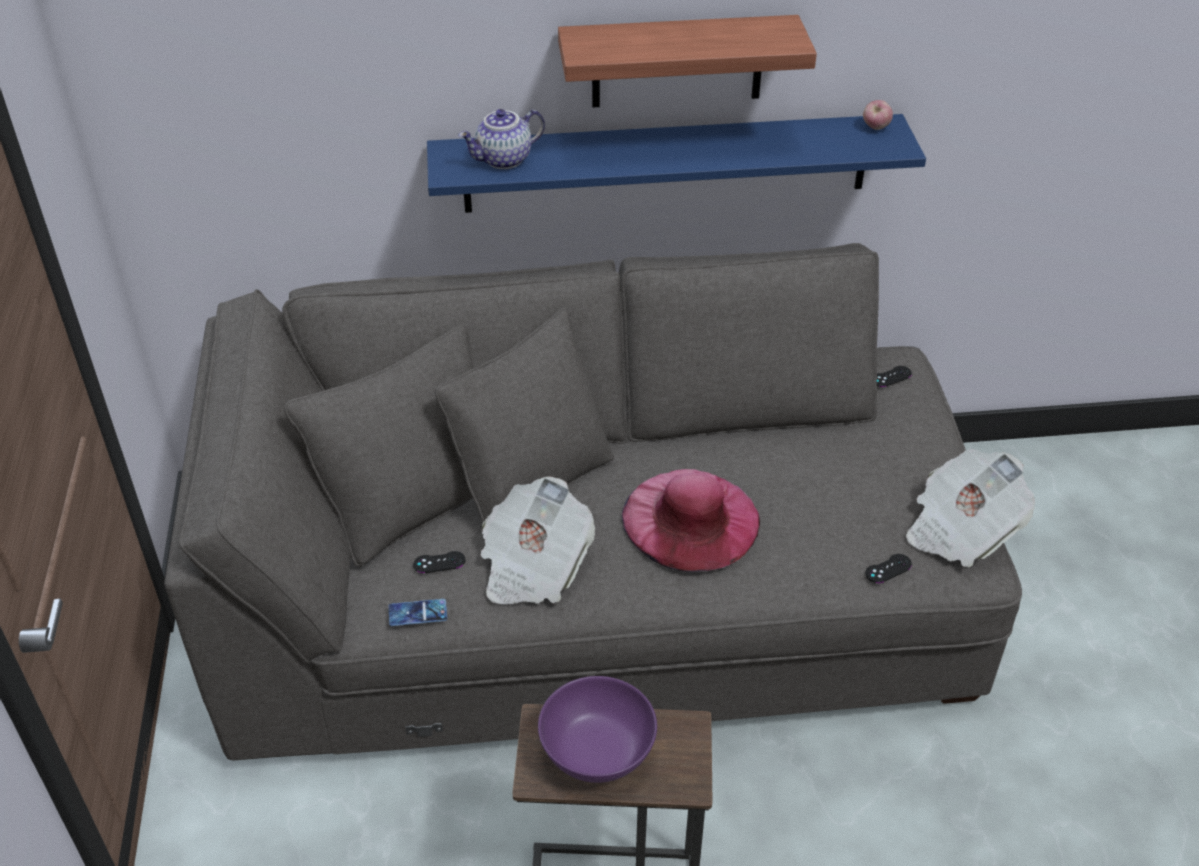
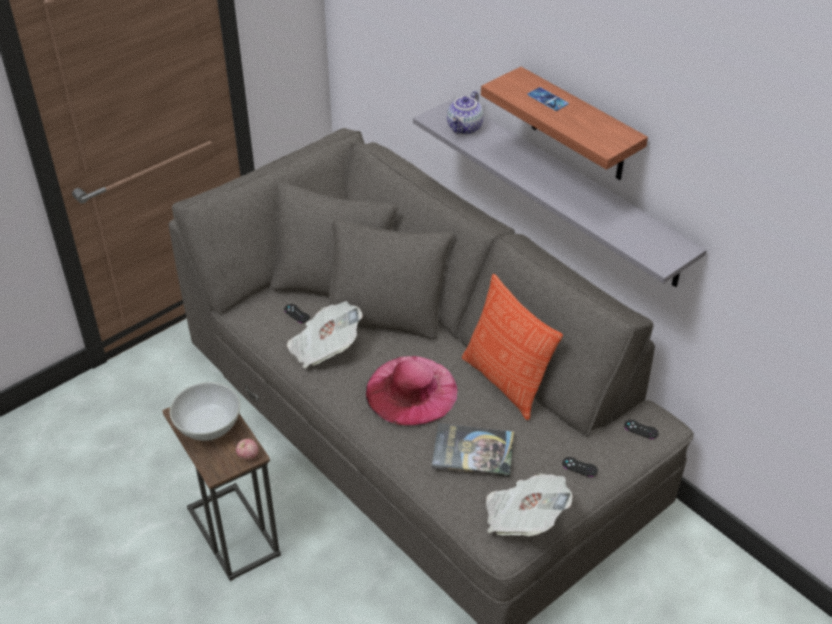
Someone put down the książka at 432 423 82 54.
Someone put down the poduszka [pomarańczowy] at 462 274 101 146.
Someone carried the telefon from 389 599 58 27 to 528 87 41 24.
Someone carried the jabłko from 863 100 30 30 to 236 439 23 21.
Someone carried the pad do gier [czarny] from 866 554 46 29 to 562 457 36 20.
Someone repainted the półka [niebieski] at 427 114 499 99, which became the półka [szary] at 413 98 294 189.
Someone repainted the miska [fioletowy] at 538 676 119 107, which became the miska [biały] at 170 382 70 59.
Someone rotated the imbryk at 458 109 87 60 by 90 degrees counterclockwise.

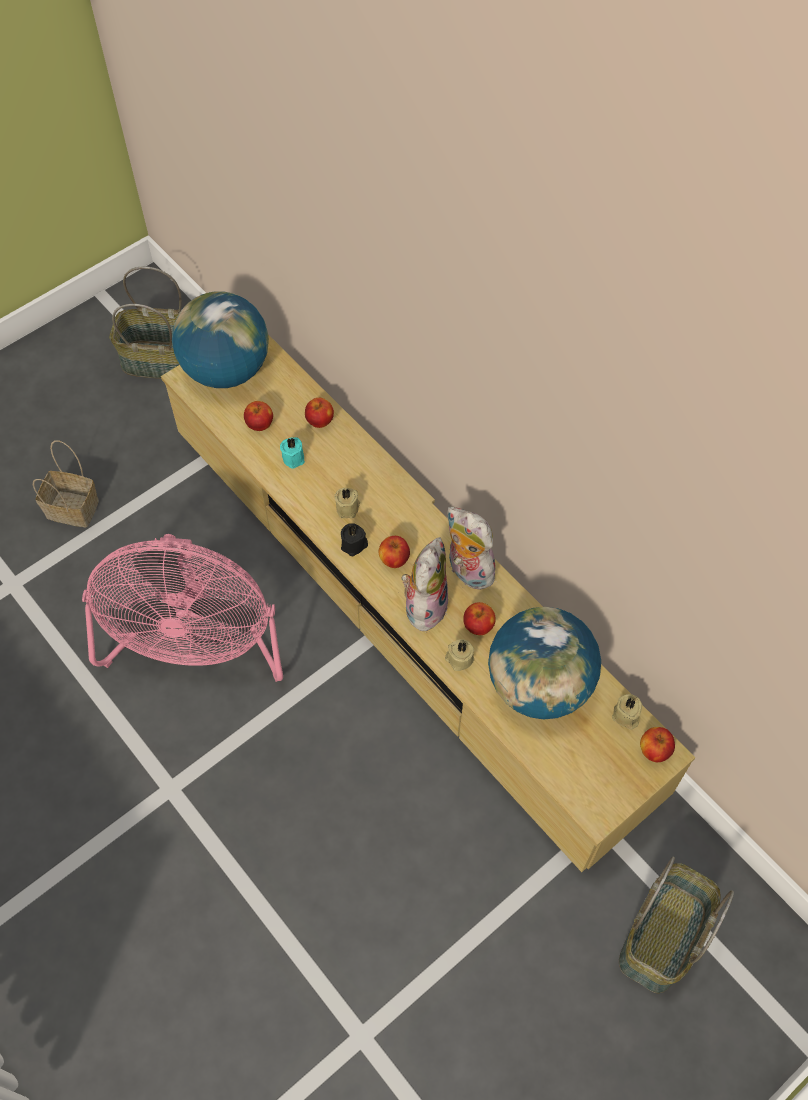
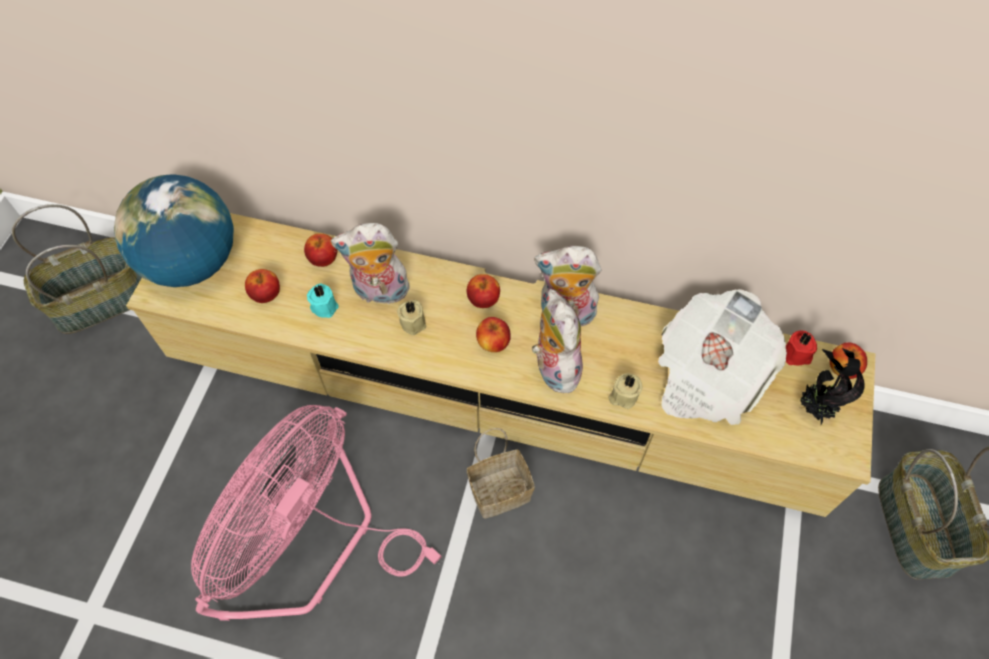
Someone took away the świeca [czarny] at 341 524 27 32.
Someone put down the pluszak at 331 223 81 81.
Someone put down the roślina doniczkowa at 799 348 65 76.
Someone carried the koszyk from 33 440 66 87 to 467 428 68 91.
Someone carried the jabłko from 463 602 33 33 to 467 274 33 34.
Someone swapped the globus at 488 607 113 112 for the gazeta at 658 289 129 136.
Someone repainted the świeca [beżowy] at 612 694 30 36, which became the świeca [czerwony] at 786 331 31 34.
Someone rotated the wentylator [różowy] at 82 534 201 148 by 150 degrees clockwise.

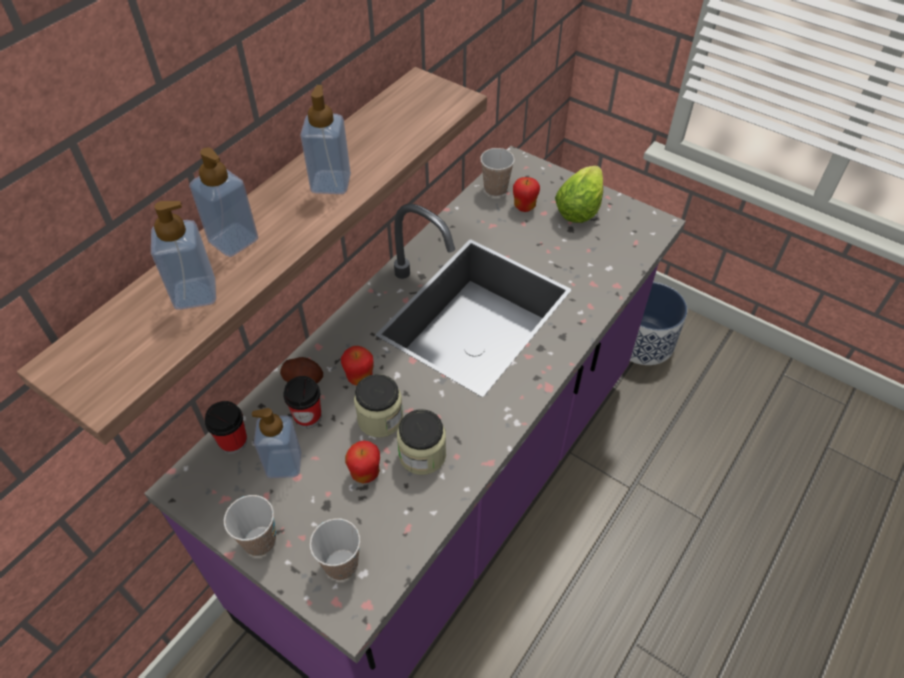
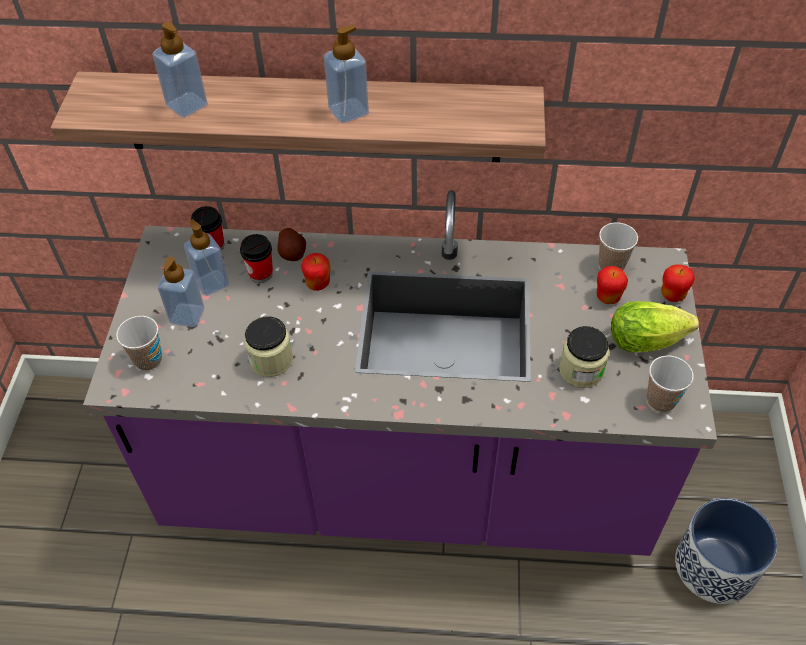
Someone carried the dozownik mydła from 189 147 69 110 to 158 257 46 70.
Someone carried the filiżanka from 224 495 52 61 to 647 355 47 57.
Someone carried the jabłko from 345 441 35 42 to 661 264 34 38.
Someone carried the słoik from 354 374 49 64 to 559 326 50 62.

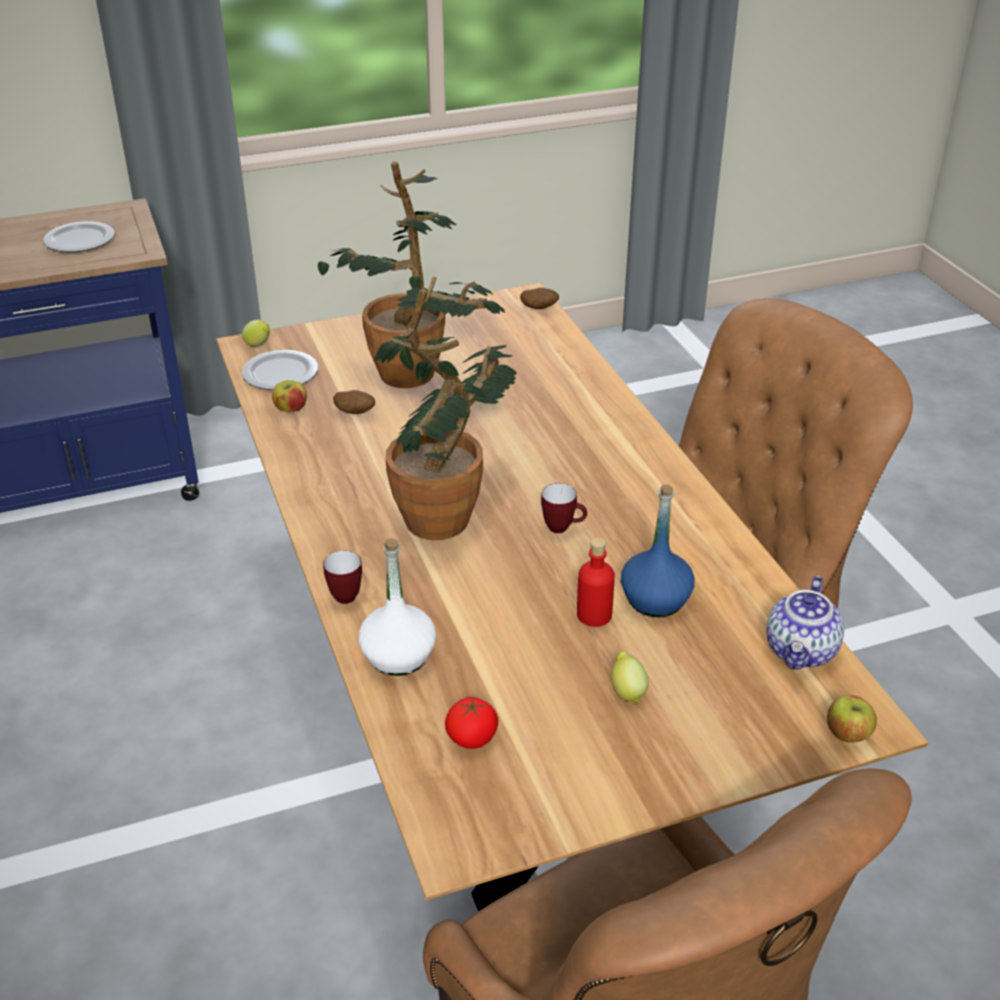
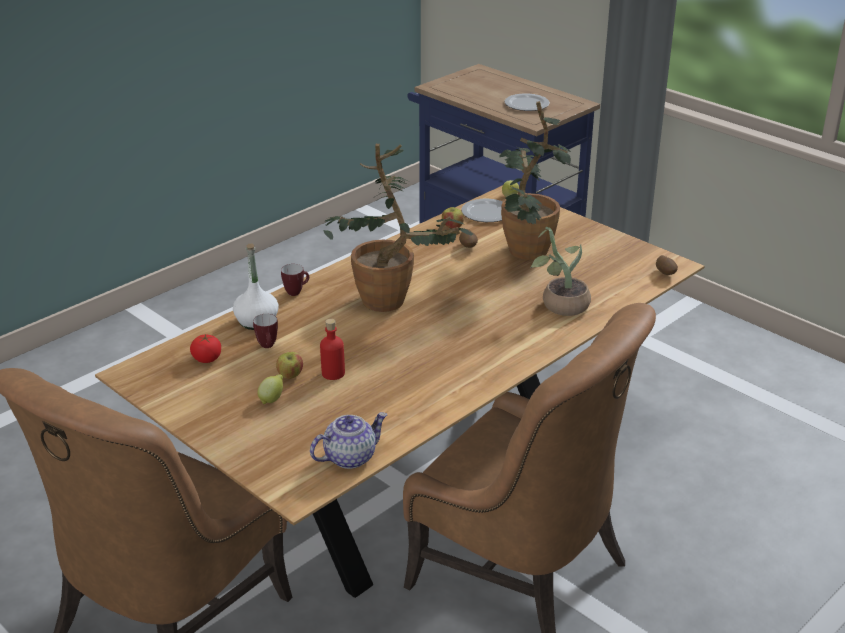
Someone took away the butelka [niebieski] at 621 484 74 133.
Someone put down the roślina doniczkowa at 530 227 61 89.
Someone carried the kubek from 541 483 46 50 to 253 314 25 34.
Someone carried the jabłko from 827 695 50 48 to 276 352 27 27.
Someone rotated the imbryk at 767 576 77 93 by 150 degrees clockwise.

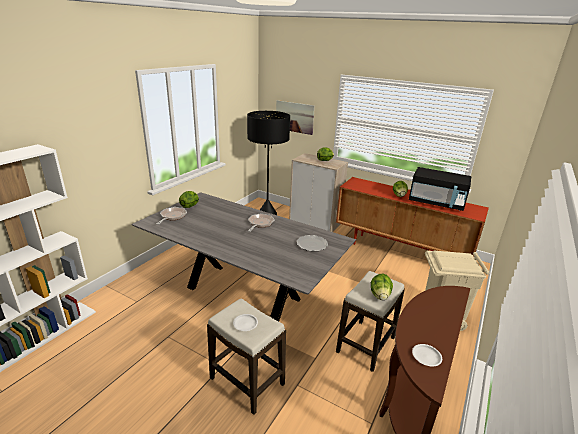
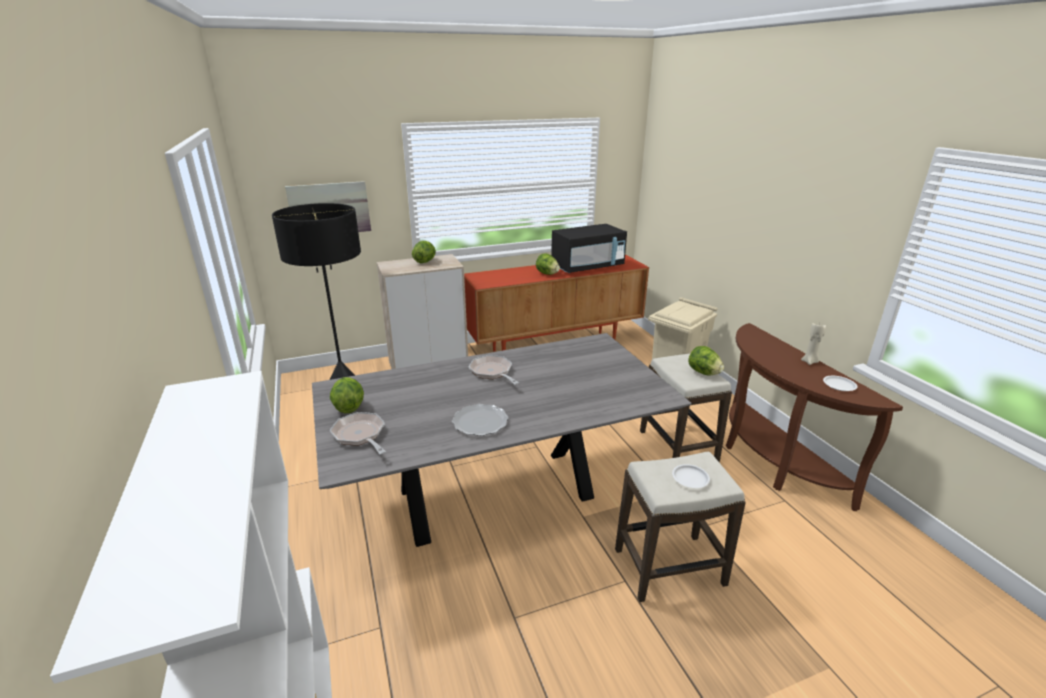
Someone put down the świeca [beżowy] at 801 323 25 42.
Someone carried the talerz from 297 235 31 16 to 452 404 57 32.

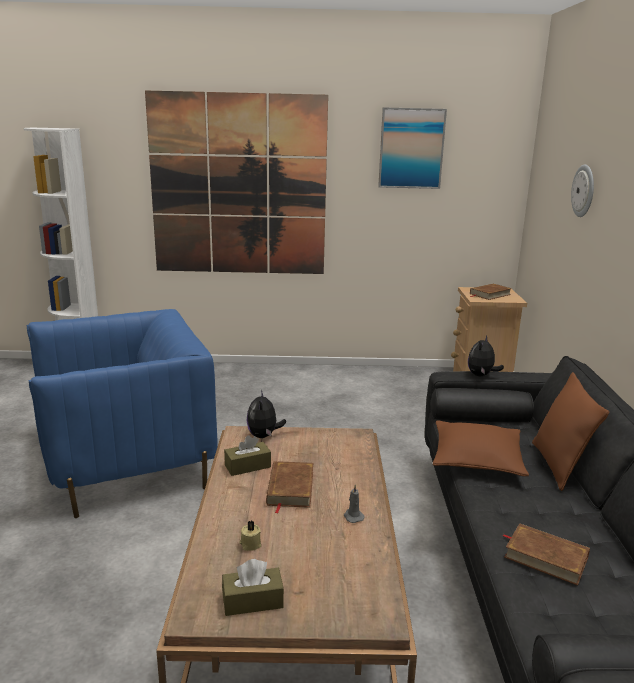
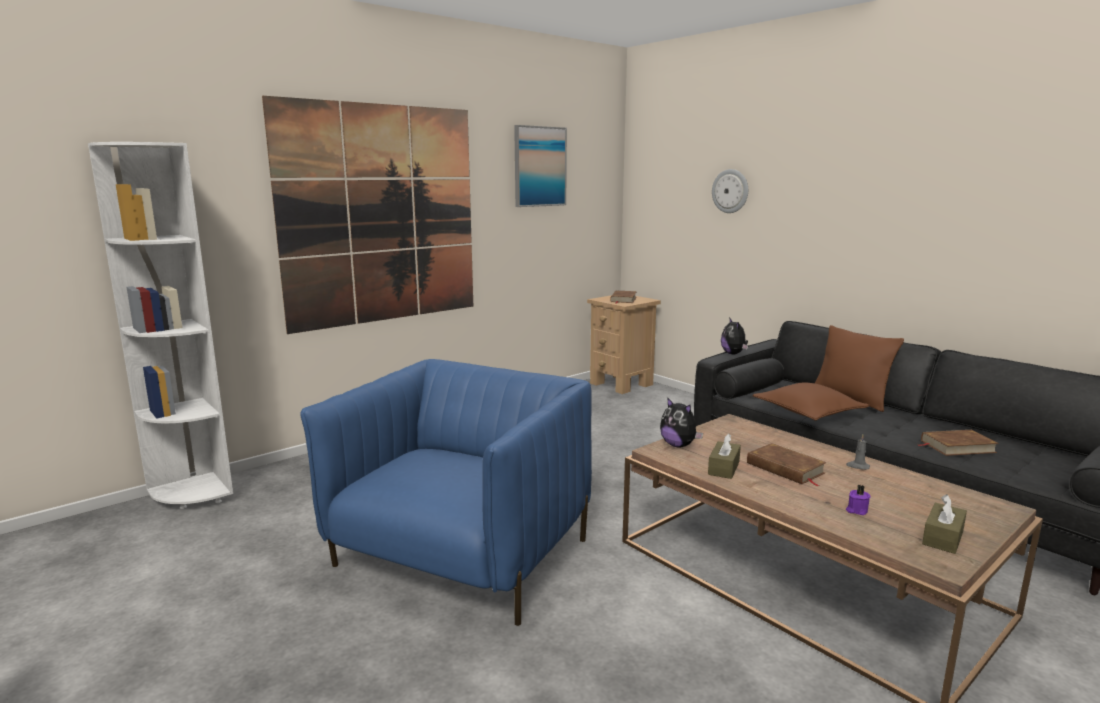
Someone repainted the świeca [beżowy] at 239 520 23 31, which became the świeca [fioletowy] at 846 485 25 30.

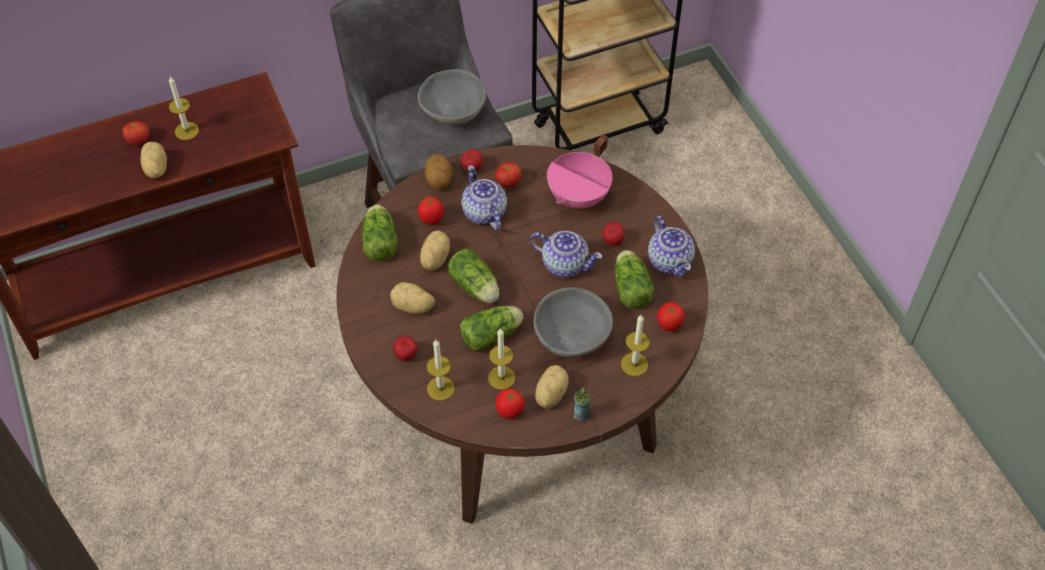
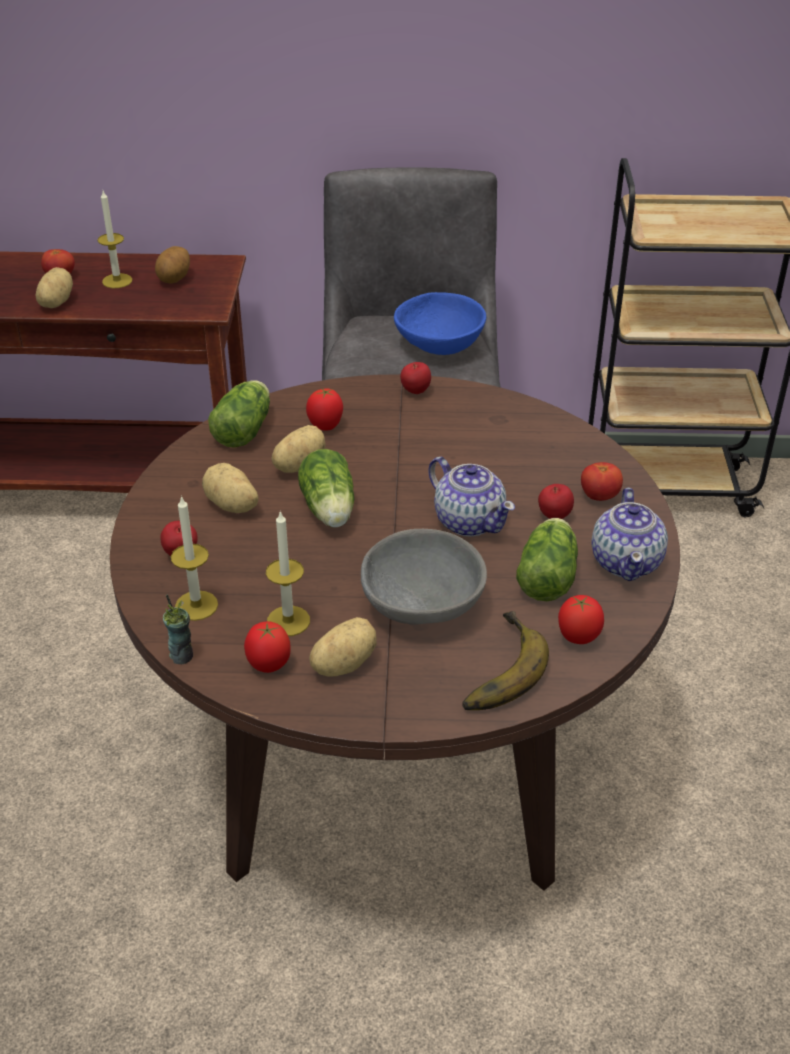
Someone took away the sałata at 460 306 64 45.
Someone took away the imbryk at 461 165 46 65.
Someone took away the garnek [różowy] at 547 134 65 75.
Someone carried the ziemniak from 425 154 27 36 to 155 246 35 37.
Someone carried the pomidor from 495 162 27 26 to 581 462 42 39.
Someone carried the filiżanka from 574 387 17 35 to 163 594 30 70.
Someone swapped the świeca at 621 315 29 61 for the banan at 462 611 87 99.
Someone repainted the miska [szary] at 418 69 68 55, which became the miska [niebieski] at 394 292 92 63.

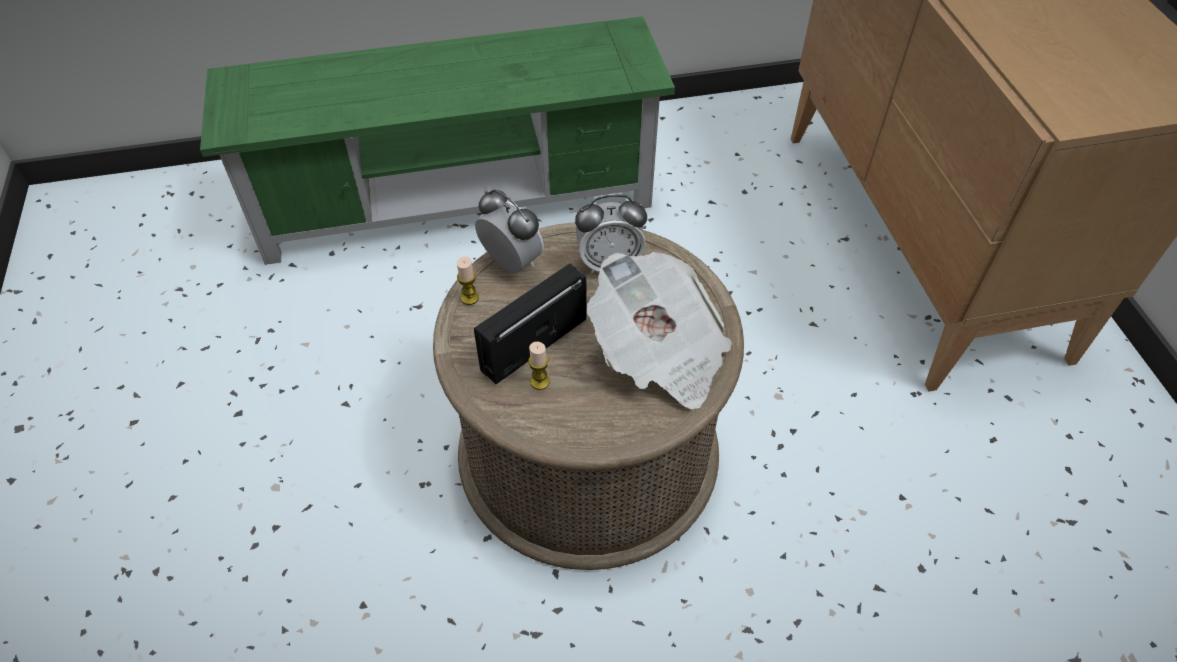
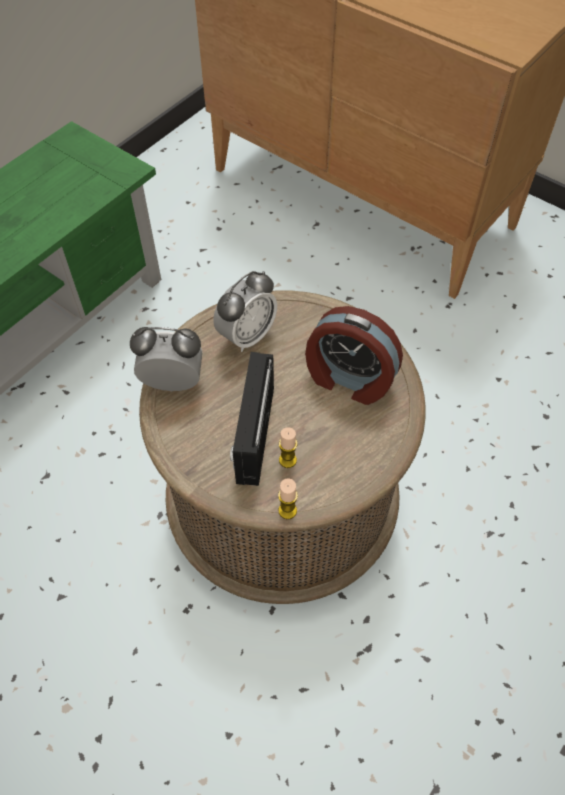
Someone carried the świeca from 457 256 22 49 to 278 478 20 41.
Someone swapped the gazeta at 587 252 145 157 for the budzik at 305 306 98 99.

